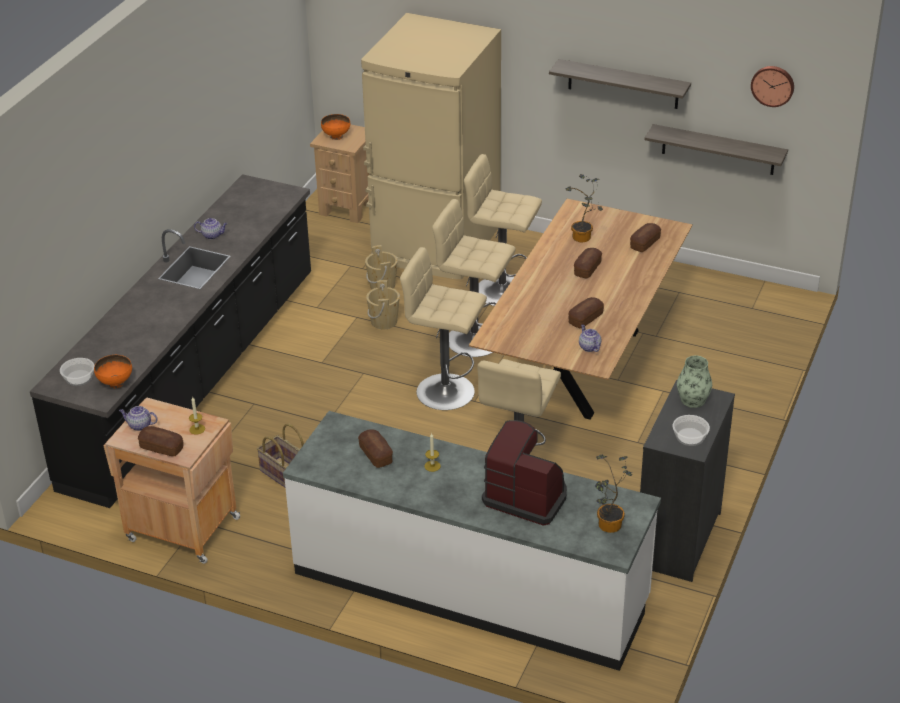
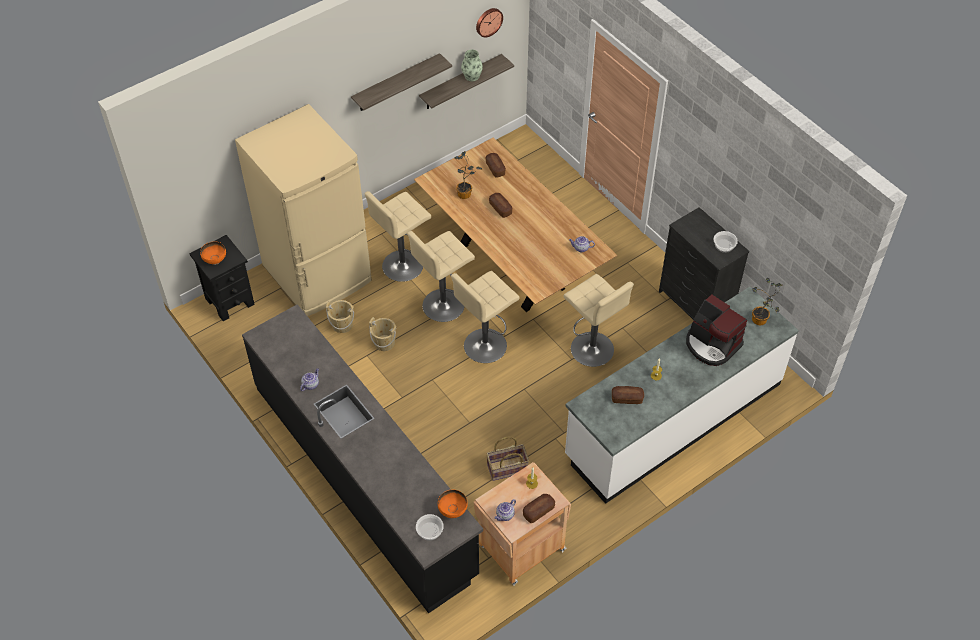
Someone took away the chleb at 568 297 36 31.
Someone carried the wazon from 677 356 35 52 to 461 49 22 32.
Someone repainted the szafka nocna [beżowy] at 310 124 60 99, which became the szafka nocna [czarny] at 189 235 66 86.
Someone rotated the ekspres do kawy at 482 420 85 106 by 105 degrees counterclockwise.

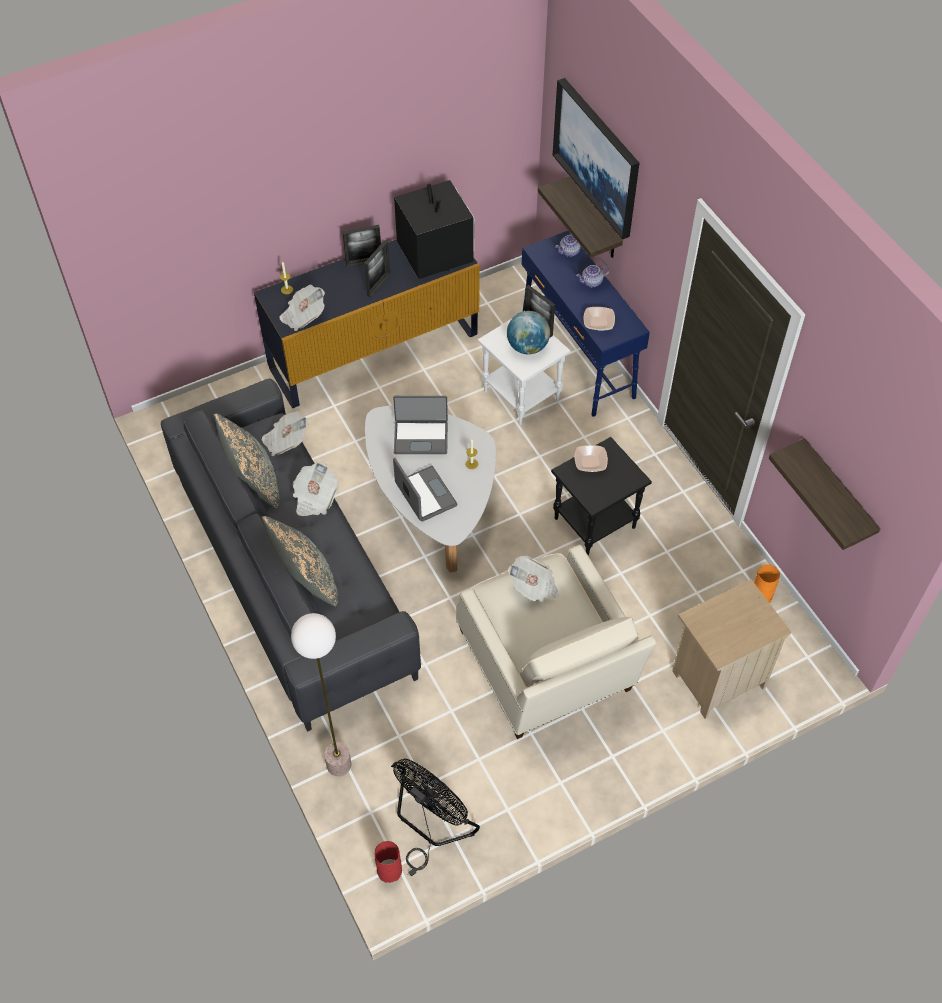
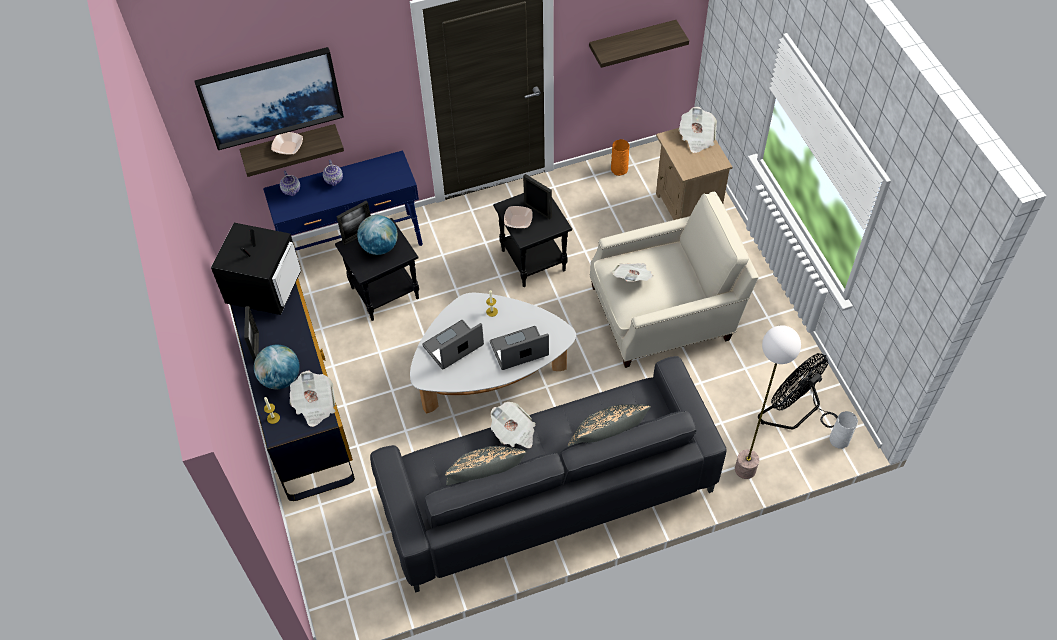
Someone put down the globus at 254 345 46 44.
Someone carried the gazeta from 262 411 46 45 to 679 107 38 46.
Someone carried the ramka na zdjęcie from 364 240 26 57 to 523 174 29 45.
Someone carried the miska from 584 307 31 23 to 271 132 32 22.
Someone repainted the wazon [czerwony] at 374 841 28 42, which became the wazon [biały] at 829 411 29 38.
Someone repainted the stolik [biały] at 478 319 93 106, which became the stolik [czarny] at 335 218 84 103.
Someone rotated the laptop at 393 396 55 58 by 135 degrees counterclockwise.
Someone rotated the telewizor at 394 180 80 99 by 120 degrees clockwise.

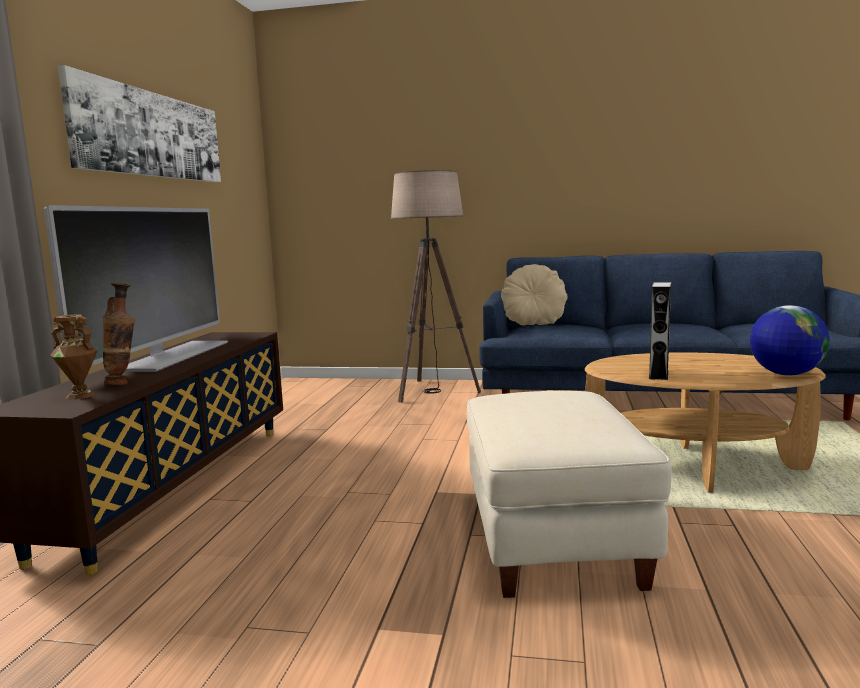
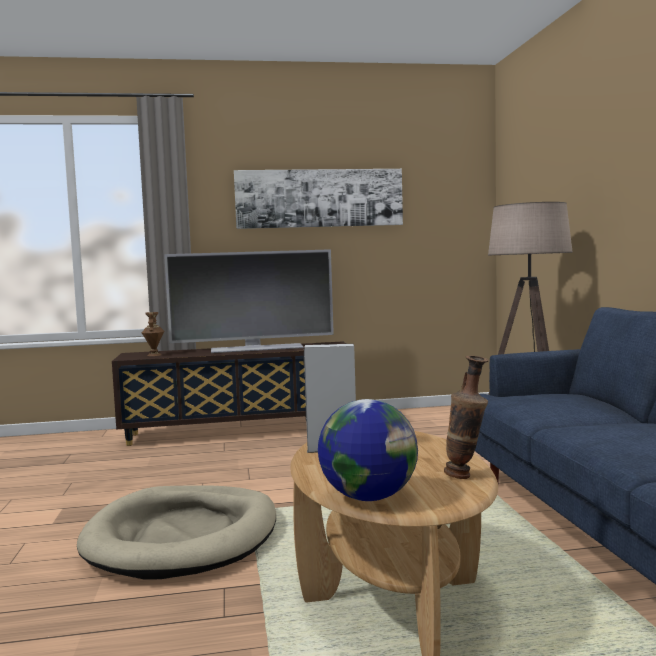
Someone took away the poduszka [beżowy] at 501 264 66 62.
Someone carried the wazon from 103 283 33 102 to 444 356 45 123.
Someone swapped the pufa [beżowy] at 467 391 205 207 for the legowisko [beżowy] at 77 485 199 94.

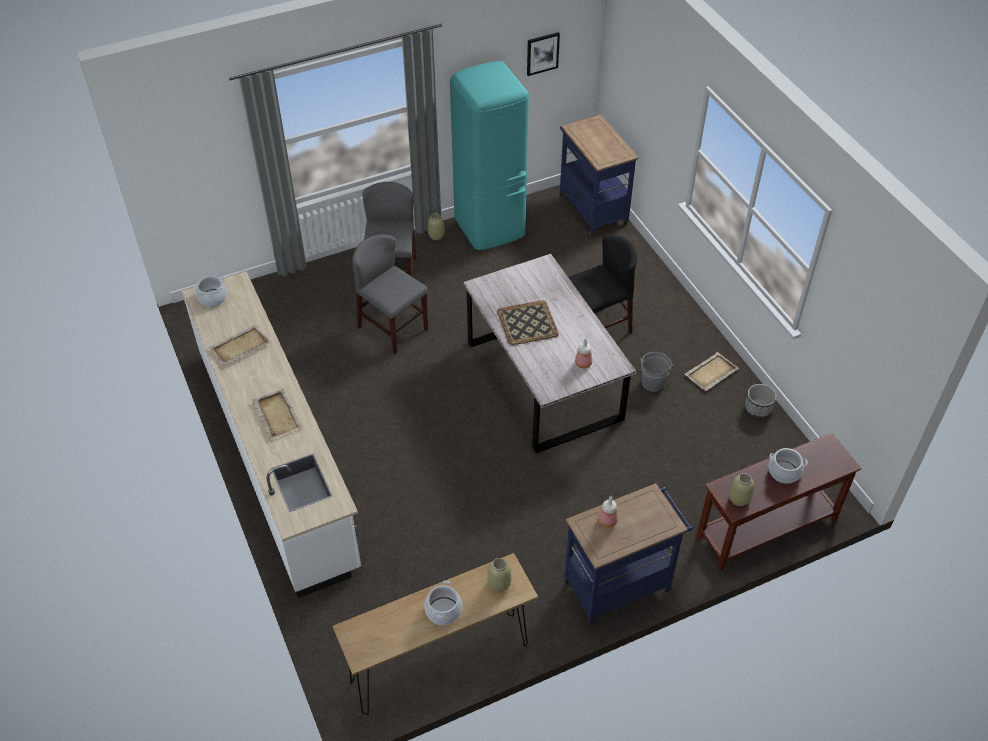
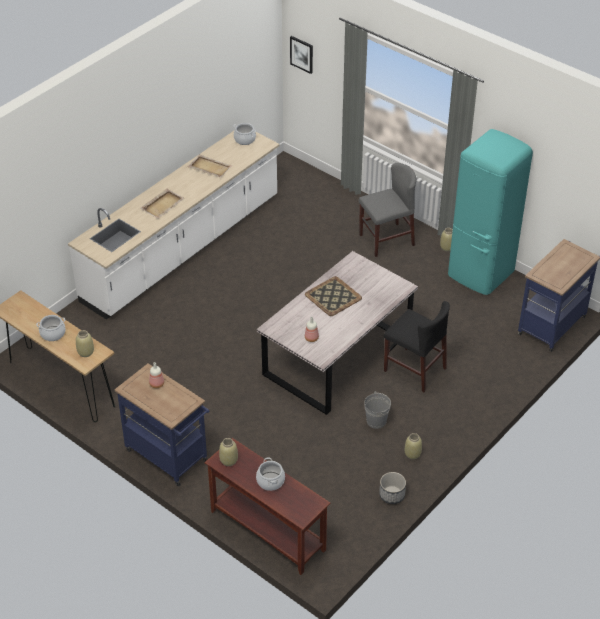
Someone took away the krzesło [szary] at 352 234 76 120.
Someone carried the obraz from 527 32 33 44 to 290 36 23 38.
Someone swapped the taca [beżowy] at 685 352 54 39 for the wazon [beżowy] at 405 433 17 26.

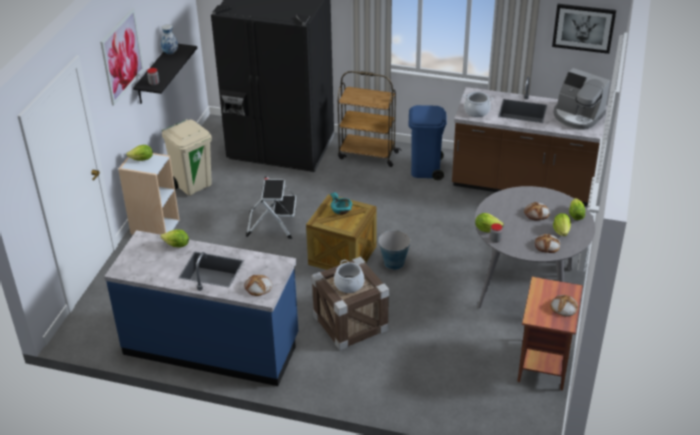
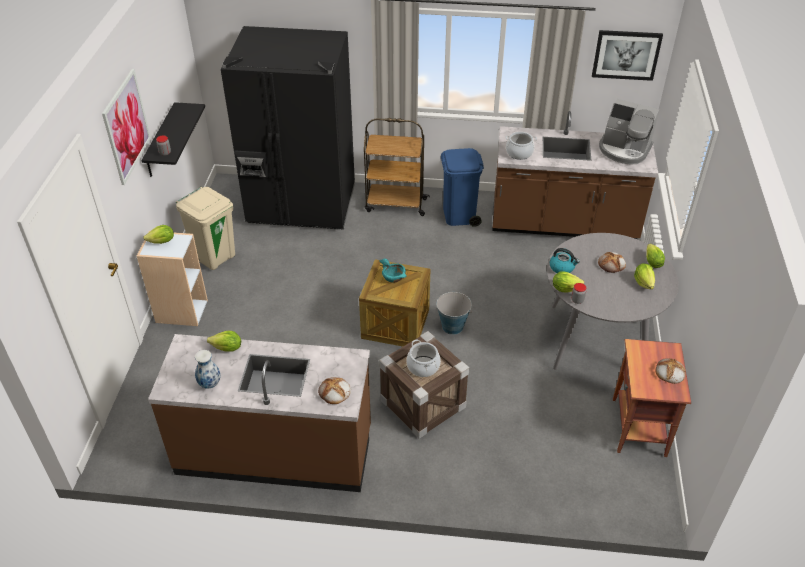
Someone took away the drabinka at 246 176 50 63.
Someone took away the chleb at 535 234 25 19.
Someone put down the czajnik at 550 248 30 25.
Someone carried the wazon from 161 24 17 30 to 195 350 25 39.
Someone repainted the zabudowa kuchenna [niebieski] at 104 230 194 156, which became the zabudowa kuchenna [brązowy] at 148 334 223 158.

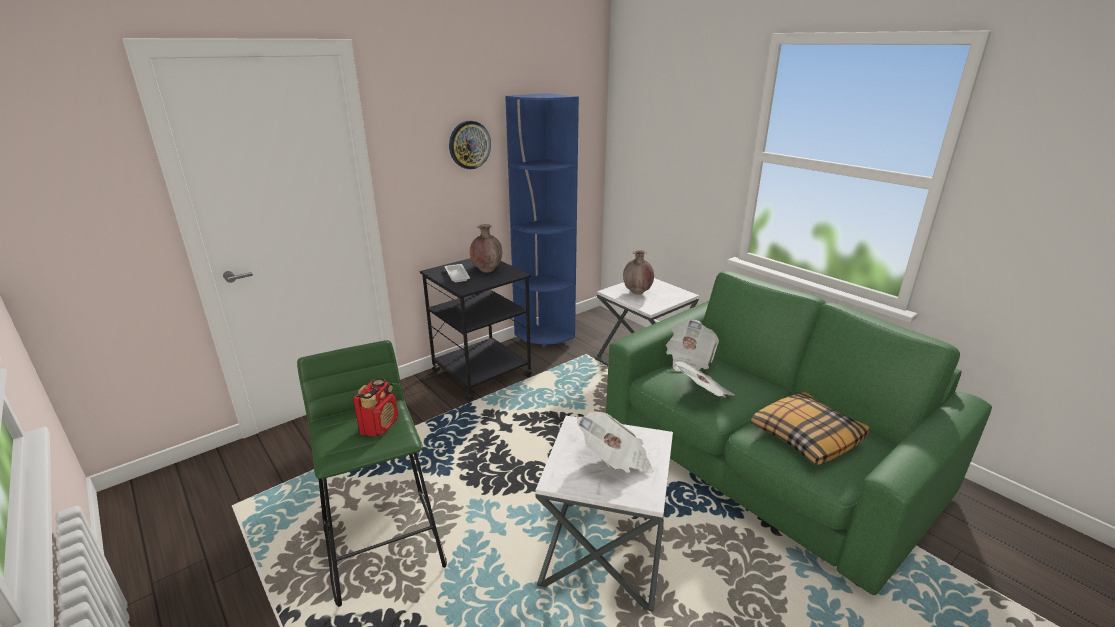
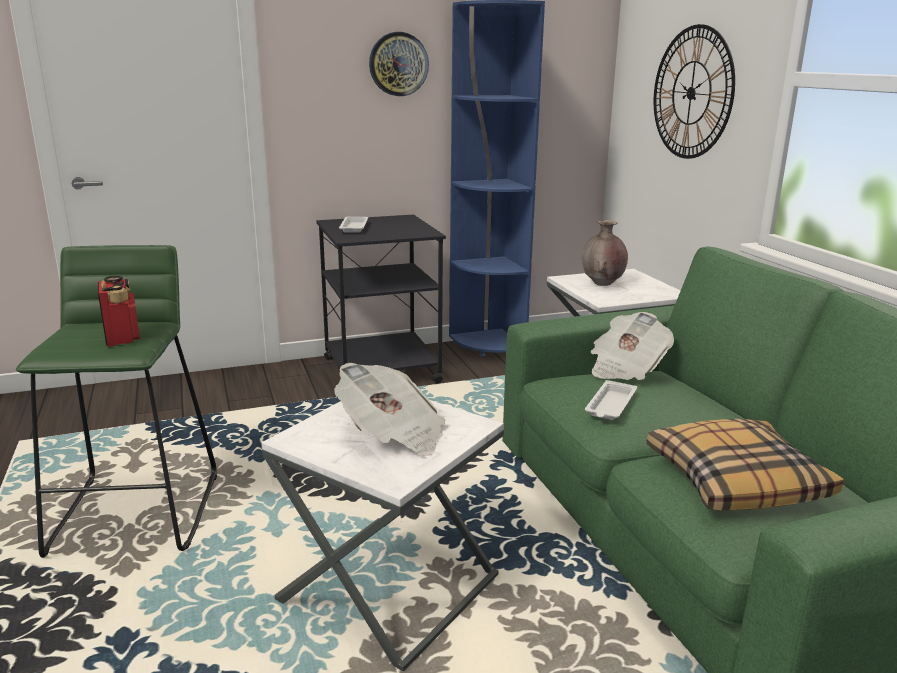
Someone took away the wazon [brązowy] at 470 224 33 49.
Someone put up the zegar ścienny at 654 24 81 135.
Someone swapped the gazeta at 675 361 59 36 for the taca [biały] at 585 380 52 40.
Someone rotated the radio at 353 378 45 59 by 60 degrees counterclockwise.

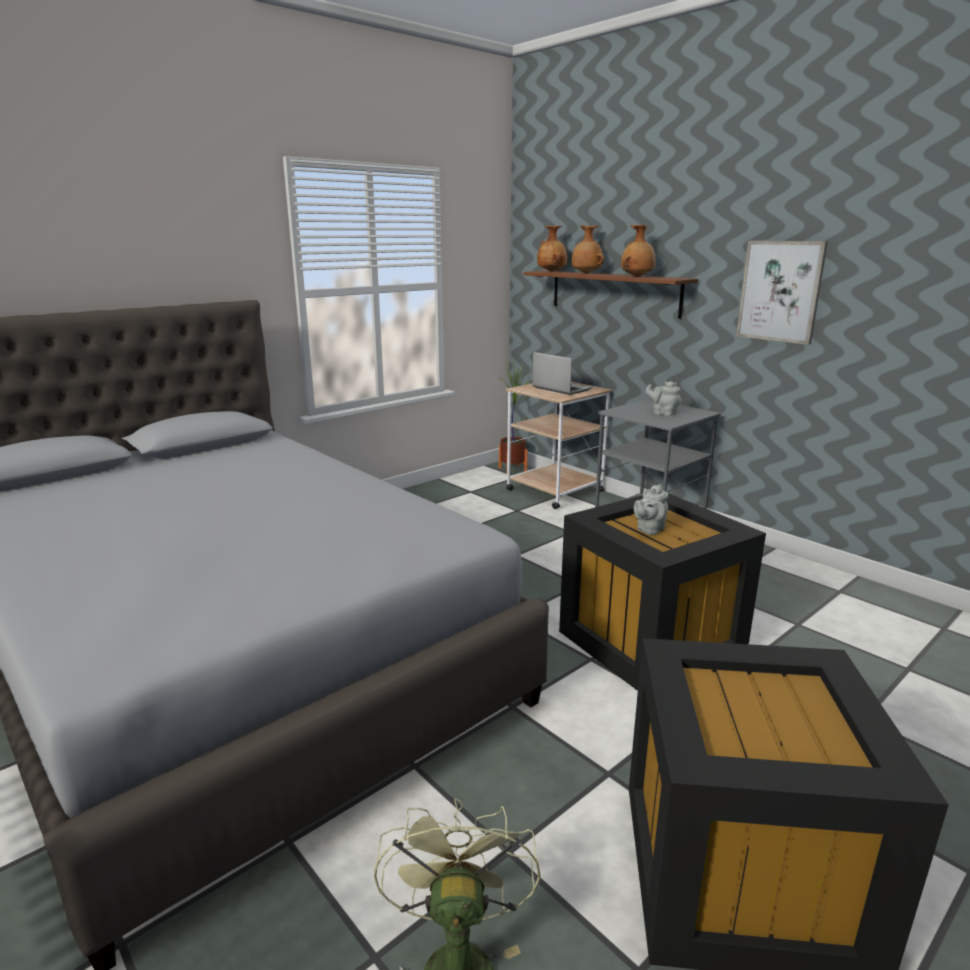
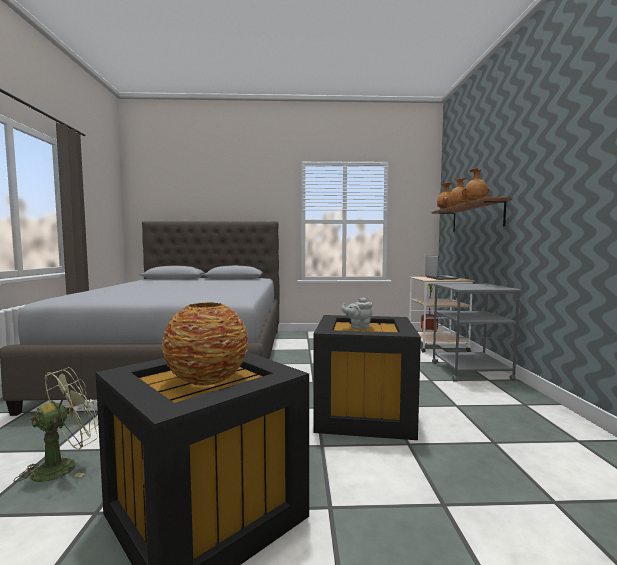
Someone took away the imbryk [szary] at 646 381 34 35.
Someone took away the obraz at 736 241 92 104.
Someone put down the wazon at 162 302 86 84.

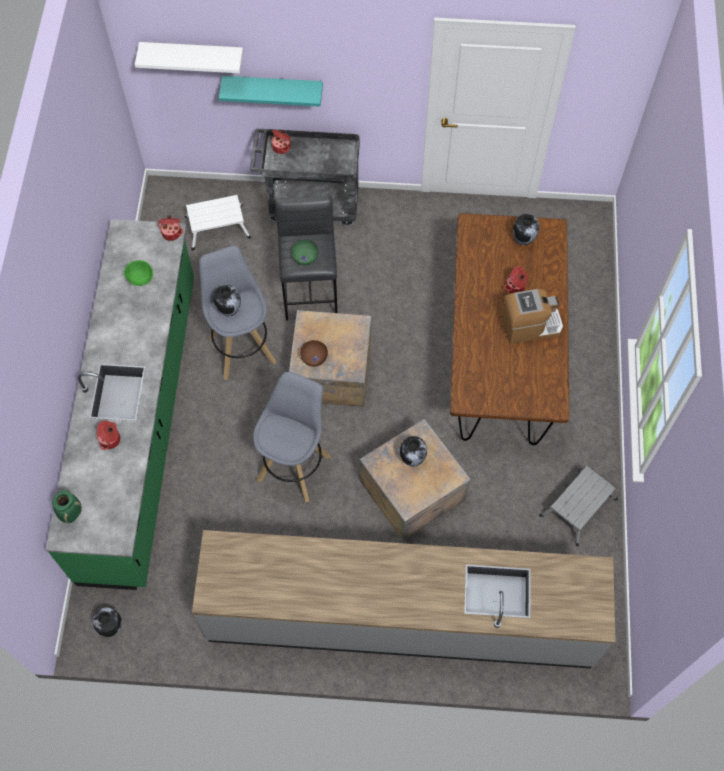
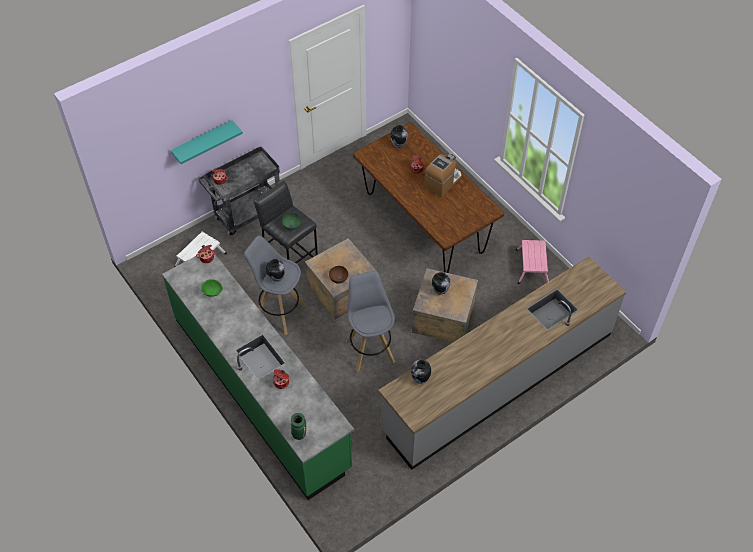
Someone took away the półka [biały] at 135 42 108 31.
Someone carried the wazon from 93 608 29 29 to 411 360 20 24.
Someone repainted the drabinka [szary] at 539 466 79 81, which became the drabinka [różowy] at 515 240 34 44.

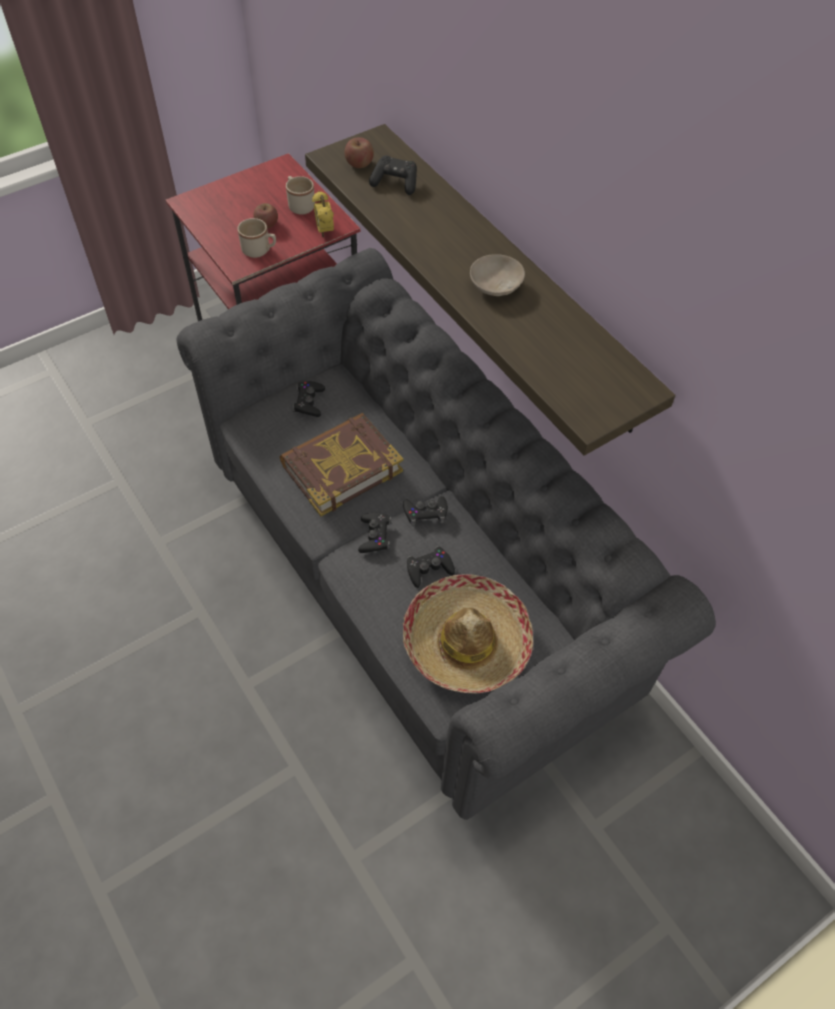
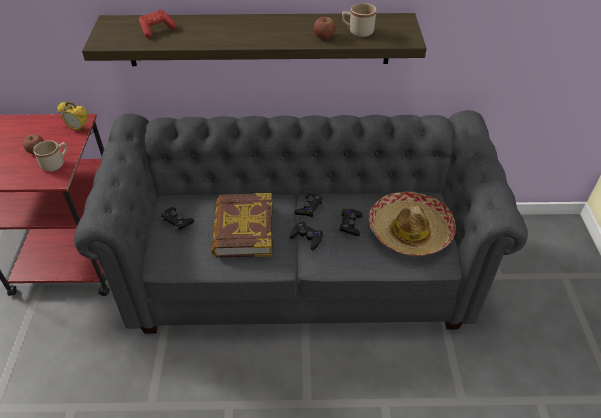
Someone took away the miska [beżowy] at 470 254 55 42.
Someone carried the kubek [beżowy] from 286 176 29 39 to 342 3 35 34.
Someone carried the jabłko from 344 137 30 31 to 314 17 22 22.
Someone repainted the pad do gier [czarny] at 369 155 48 40, which became the pad do gier [czerwony] at 139 10 38 28.

